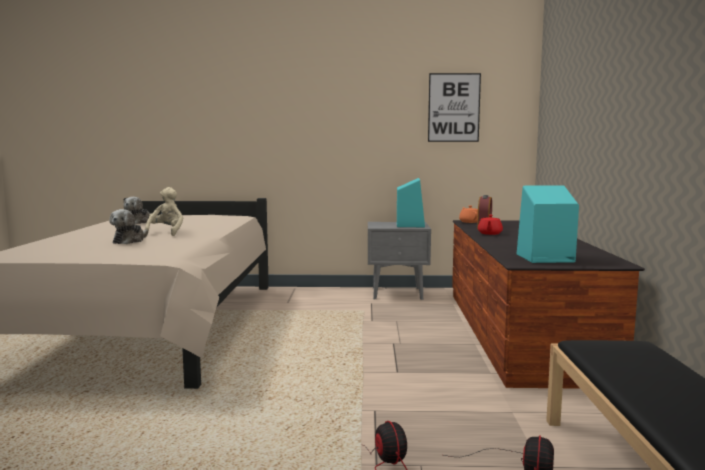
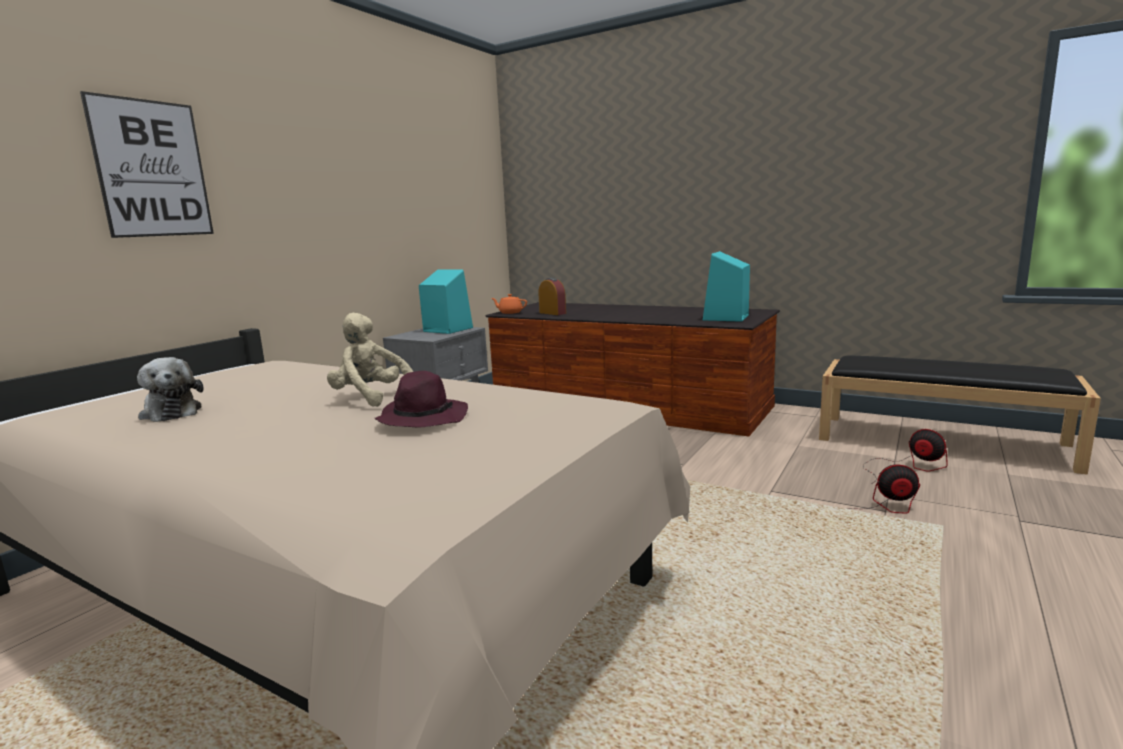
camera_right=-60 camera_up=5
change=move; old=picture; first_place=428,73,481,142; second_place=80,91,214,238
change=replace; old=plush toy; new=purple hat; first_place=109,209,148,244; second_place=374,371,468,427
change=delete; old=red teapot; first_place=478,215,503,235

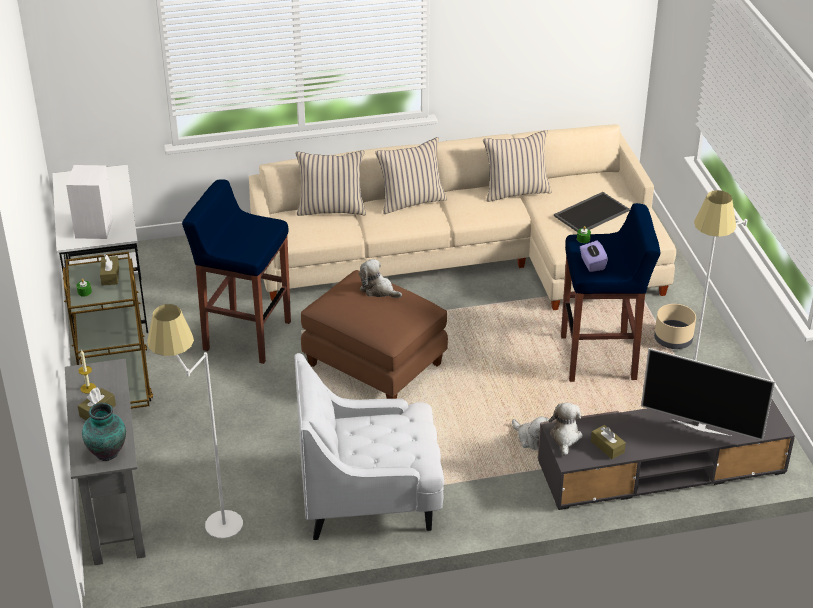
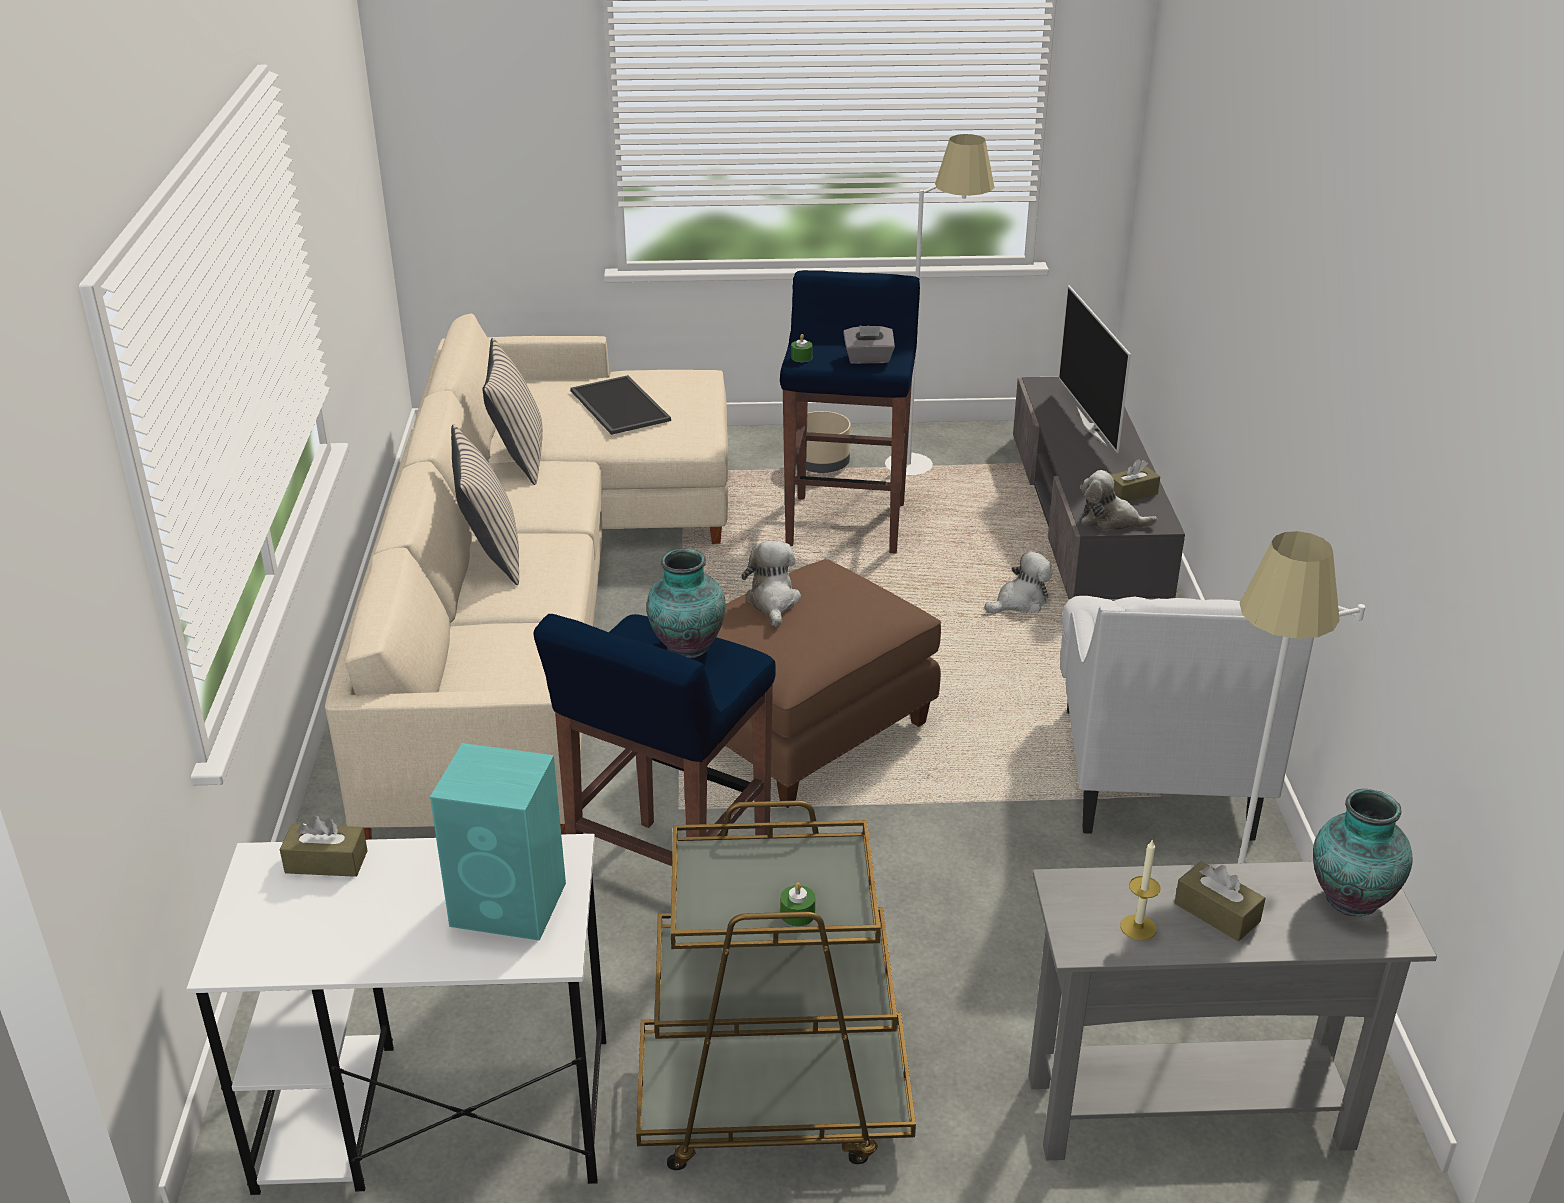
camera_right=-80 camera_up=-5
change=move; old=brown tissue box; first_place=100,254,119,285; second_place=280,816,368,877
change=recolor; old=white speaker; new=turquoise speaker; first_place=66,165,114,239; second_place=430,743,566,941
change=insert; new=vase; second_place=646,549,726,659
change=rotate; old=plush toy; first_place=359,259,402,298; second_place=742,540,801,627; degrees=135
change=recolor; old=purple tissue box; new=grey tissue box; first_place=580,240,608,272; second_place=843,326,895,364
change=rotate; old=television; first_place=641,348,775,440; second_place=1059,285,1131,453; degrees=135
change=delete; old=beige pillow; first_place=295,150,366,216

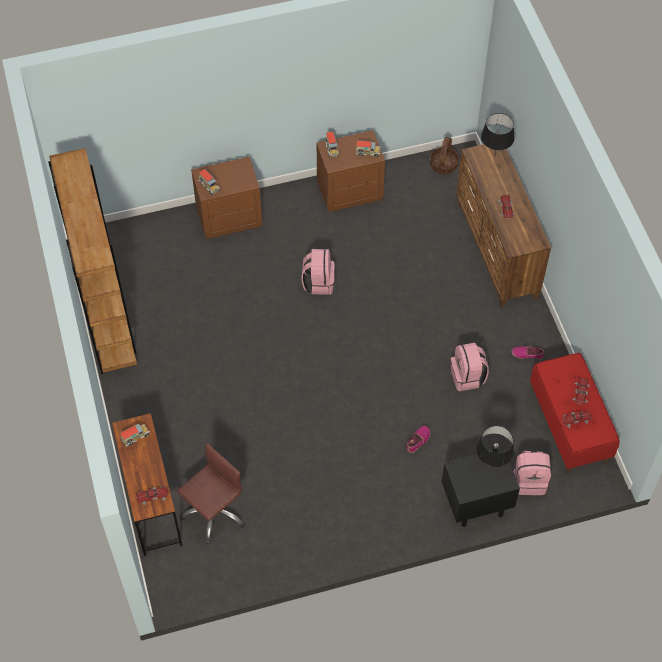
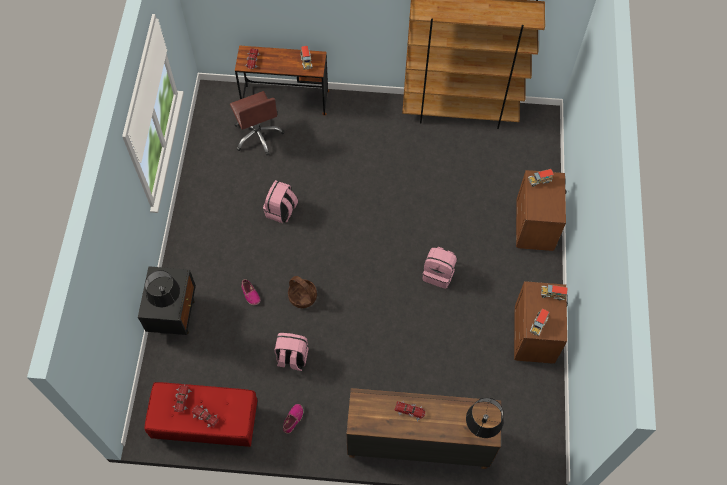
camera_right=110 camera_up=5
change=move; old=pink backpack; first_place=513,451,551,495; second_place=263,180,298,223
change=move; old=basket; first_place=430,137,459,174; second_place=288,276,317,308

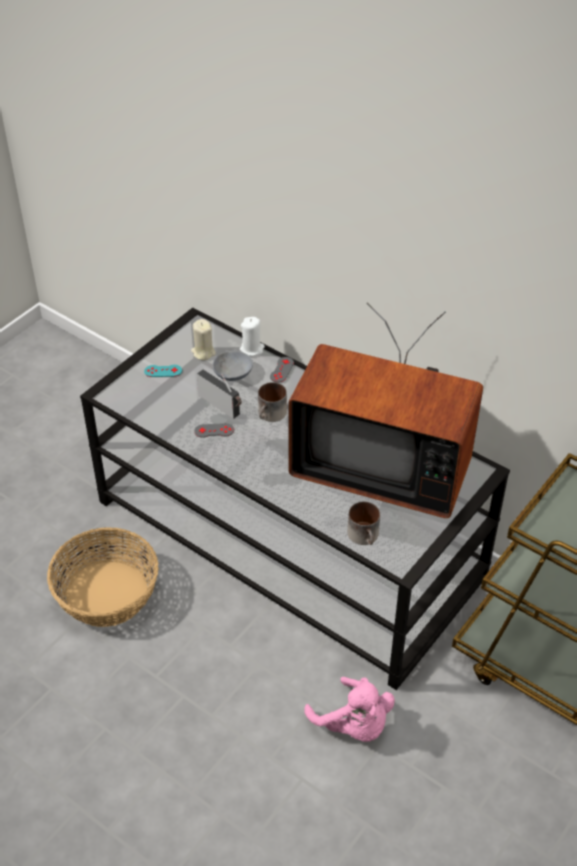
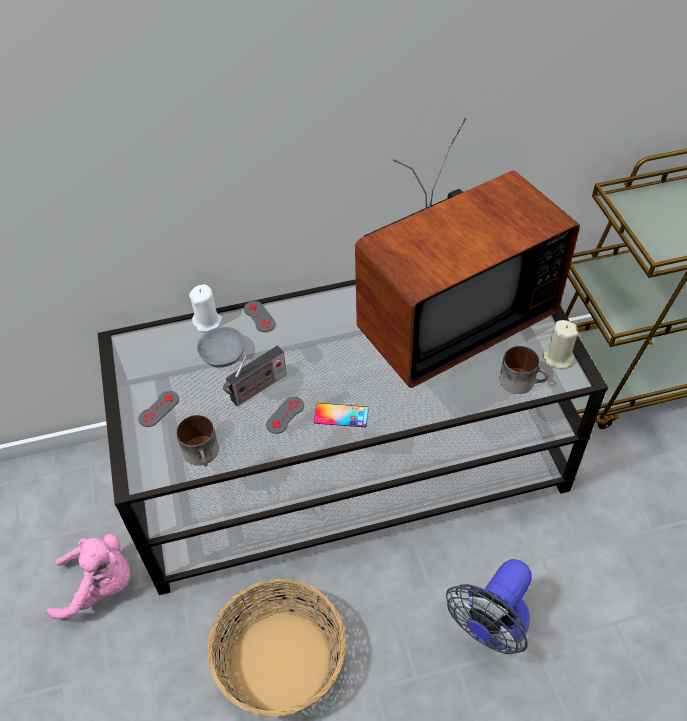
camera_right=-50 camera_up=5
change=move; old=pink plush toy; first_place=304,677,395,742; second_place=46,533,130,619
change=recolor; old=turquoise game controller; new=grey game controller; first_place=144,365,182,377; second_place=138,391,179,427
change=move; old=mug; first_place=258,382,287,422; second_place=176,415,219,467
change=rotate; old=radio; first_place=197,370,242,419; second_place=223,346,287,407; degrees=150
change=insert; new=phone; second_place=314,403,369,427
change=insert; new=fan; second_place=446,559,532,654
change=move; old=beige candle; first_place=191,319,216,360; second_place=542,320,578,369

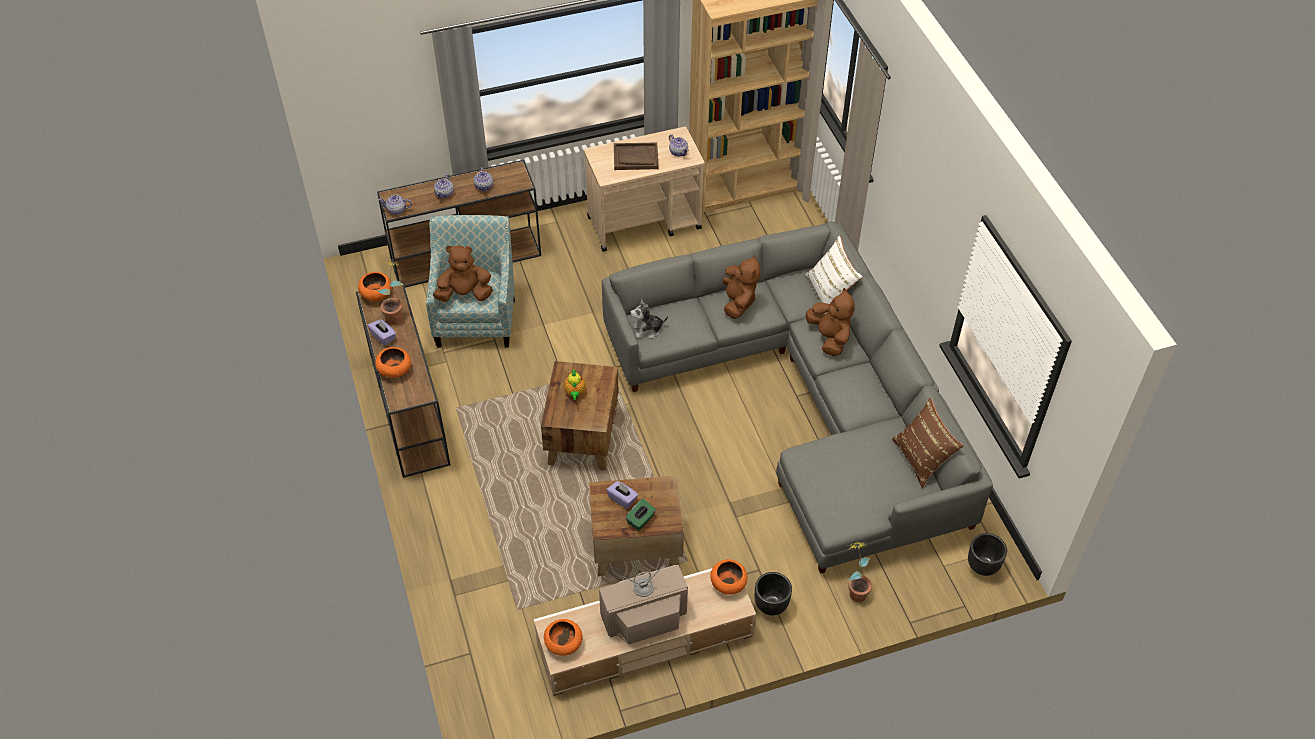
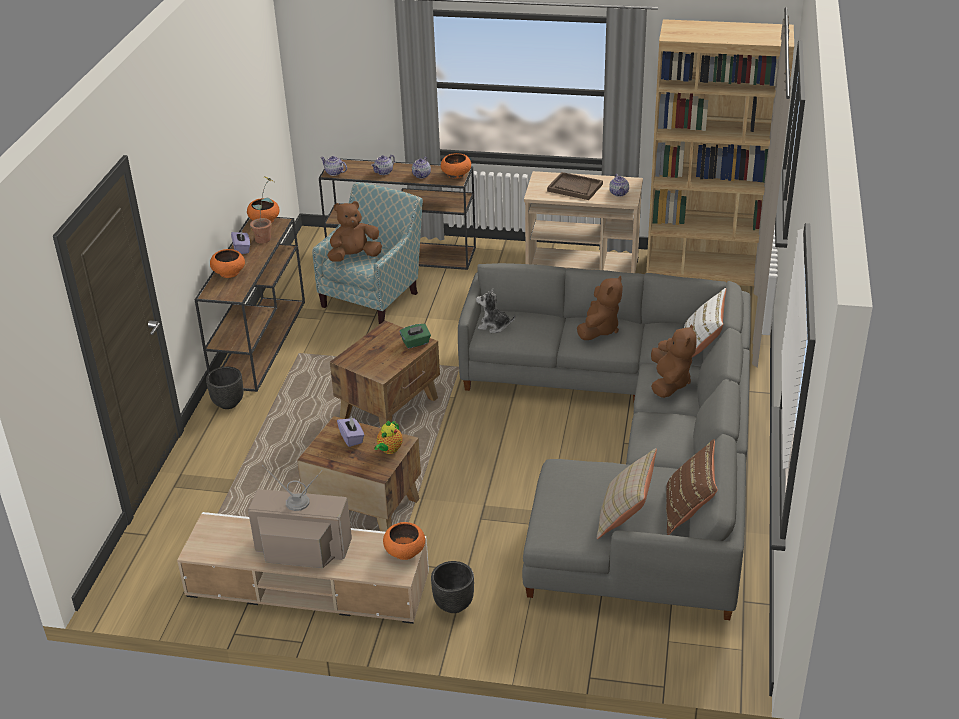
camera_right=30 camera_up=-15
change=move; old=black planter; first_place=968,533,1007,576; second_place=206,367,244,409
change=rotate; old=brown plush toy; first_place=433,245,493,302; second_place=327,201,382,262; degrees=-45
change=move; old=teapot; first_place=564,370,586,400; second_place=374,421,403,454
change=move; old=green tissue box; first_place=625,499,656,530; second_place=400,324,431,349
change=move; old=orange bowl; first_place=544,619,582,656; second_place=441,153,471,178
change=insert; new=beige pillow; second_place=597,448,657,539
change=delete; old=potted plant; first_place=848,542,872,602

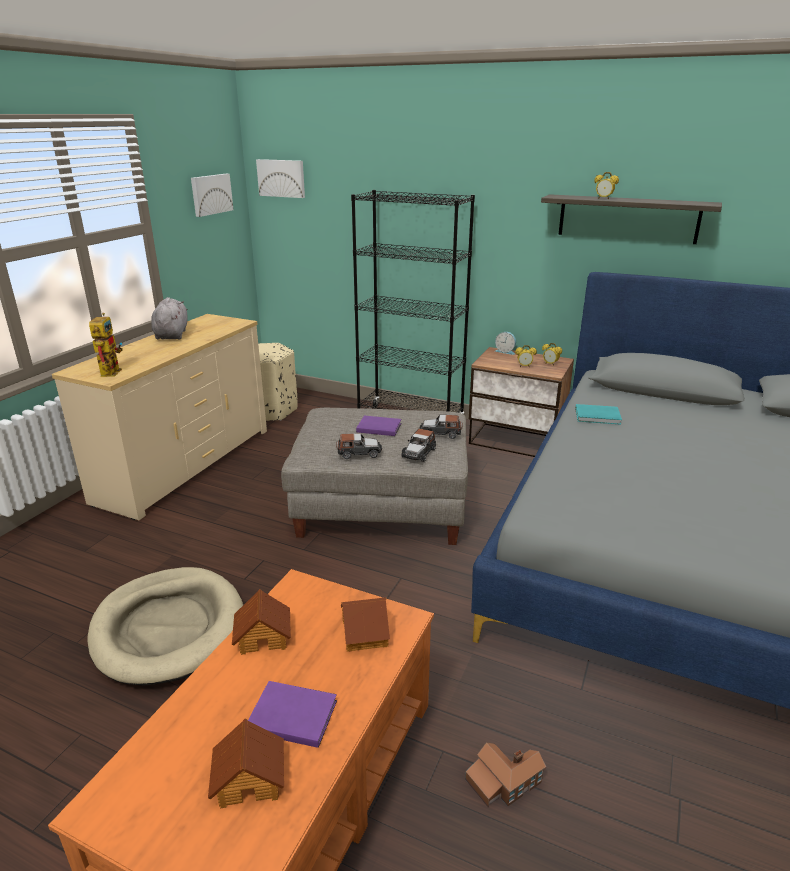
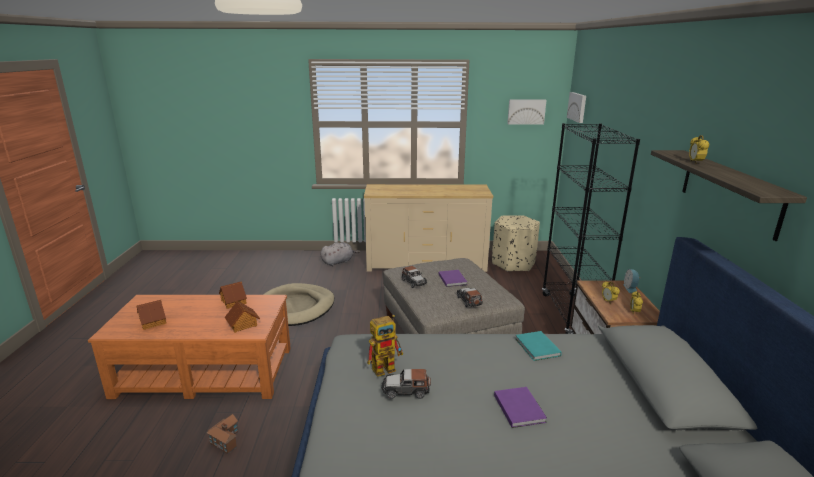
camera_right=65 camera_up=-5
change=move; old=grey plush toy; first_place=151,297,188,340; second_place=320,242,360,266
change=move; old=toy robot; first_place=89,313,123,377; second_place=367,315,403,377
change=move; old=toy car; first_place=401,429,436,462; second_place=382,369,431,399
change=move; old=purple book; first_place=248,681,337,748; second_place=494,387,547,428

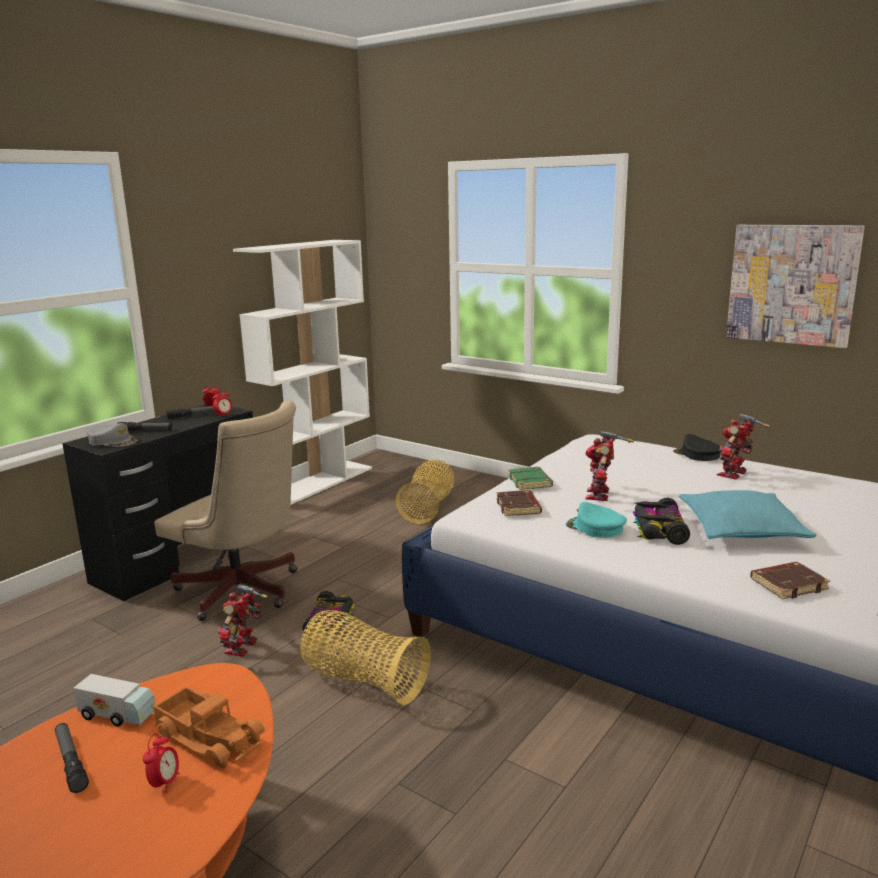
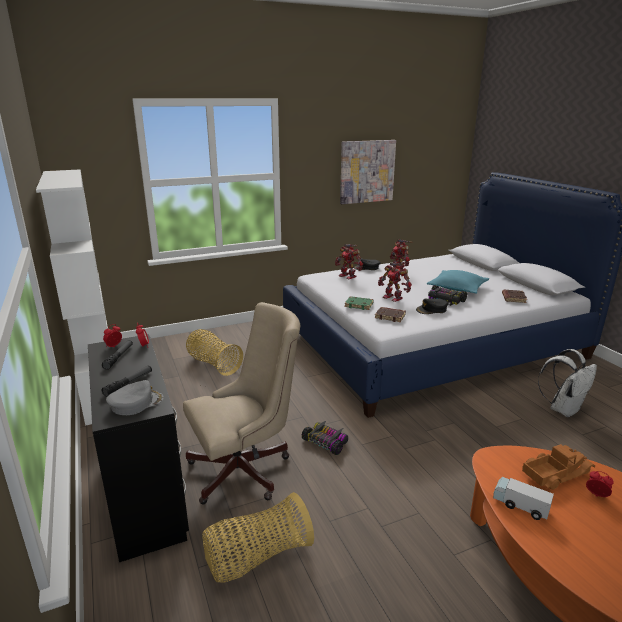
camera_right=-60 camera_up=5
change=move; old=basket; first_place=300,610,431,705; second_place=202,492,314,582
change=move; old=toy robot; first_place=217,584,268,657; second_place=335,244,363,279
change=recolor; old=turquoise cap; new=black cap; first_place=566,502,627,538; second_place=416,299,449,314
change=rotate; old=toy truck; first_place=73,674,155,727; second_place=493,477,554,520; degrees=-105
change=insert; new=white backpack; second_place=538,349,597,417
change=delete; old=flashlight; first_place=55,723,89,793

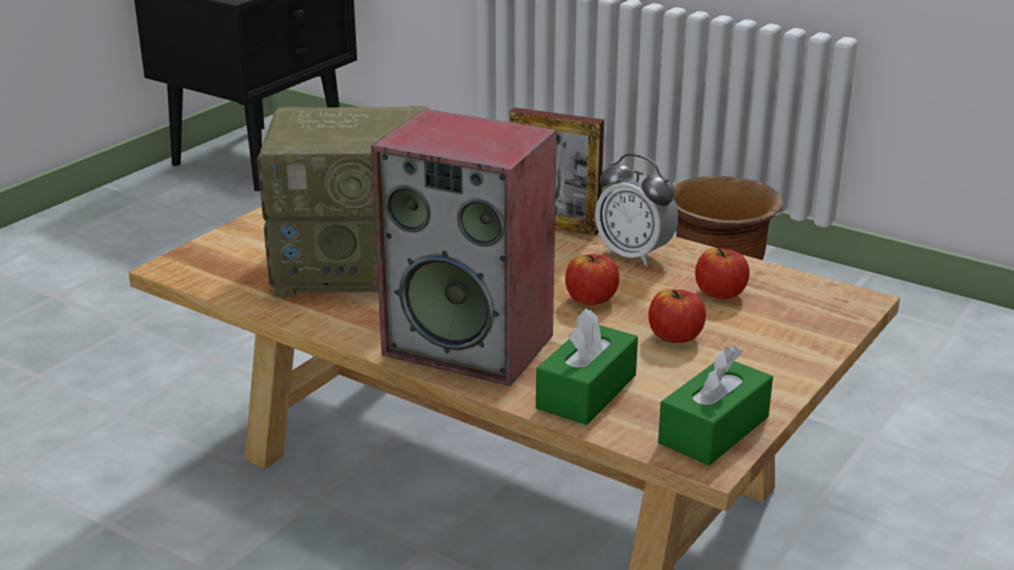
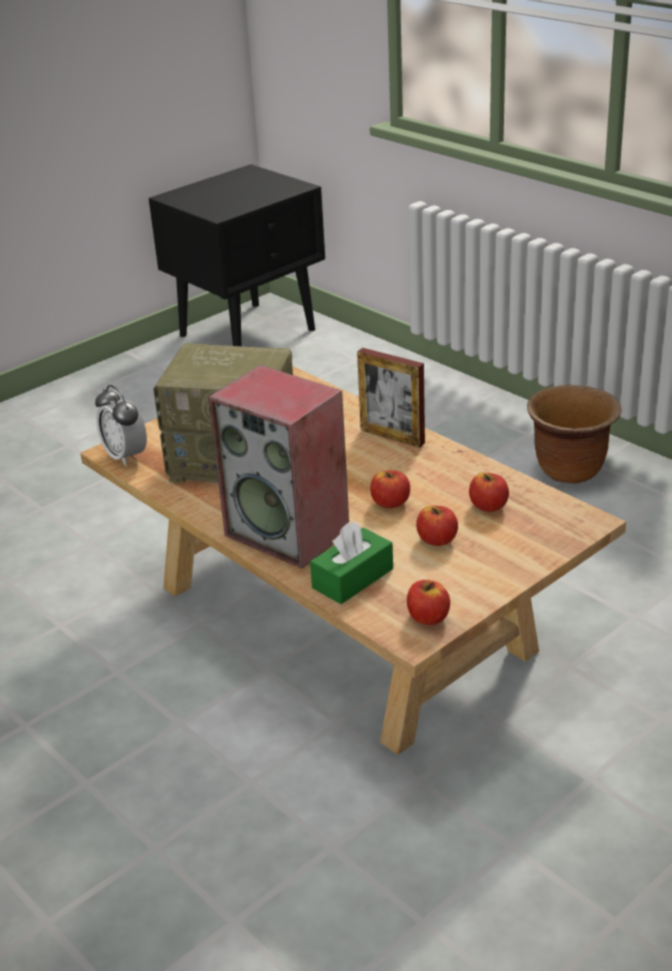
camera_right=15 camera_up=5
change=move; old=alarm clock; first_place=595,154,678,266; second_place=95,385,147,466
change=replace; old=green tissue box; new=apple; first_place=658,346,773,465; second_place=407,580,450,625

